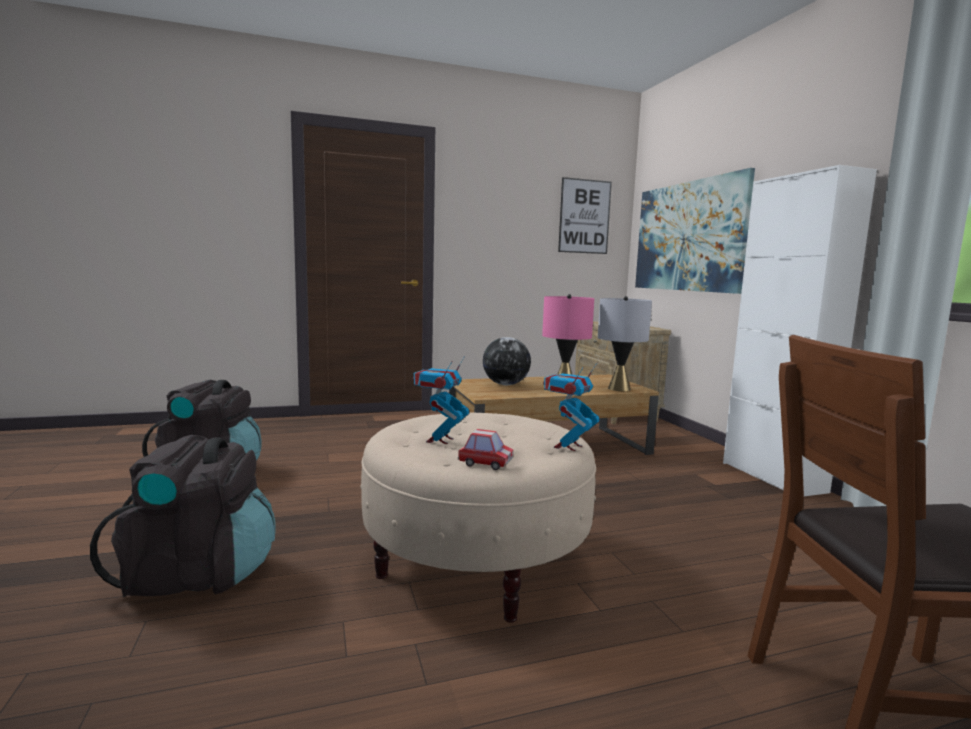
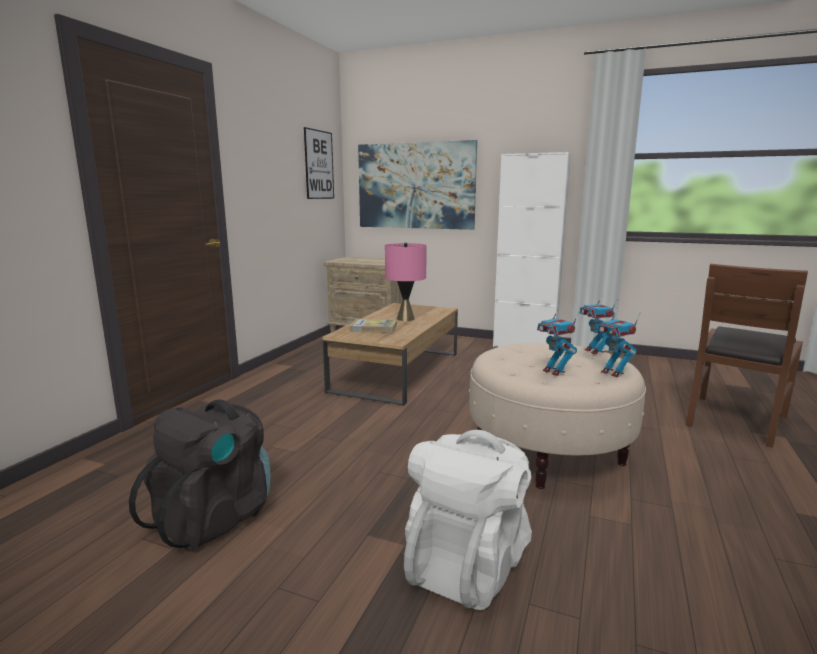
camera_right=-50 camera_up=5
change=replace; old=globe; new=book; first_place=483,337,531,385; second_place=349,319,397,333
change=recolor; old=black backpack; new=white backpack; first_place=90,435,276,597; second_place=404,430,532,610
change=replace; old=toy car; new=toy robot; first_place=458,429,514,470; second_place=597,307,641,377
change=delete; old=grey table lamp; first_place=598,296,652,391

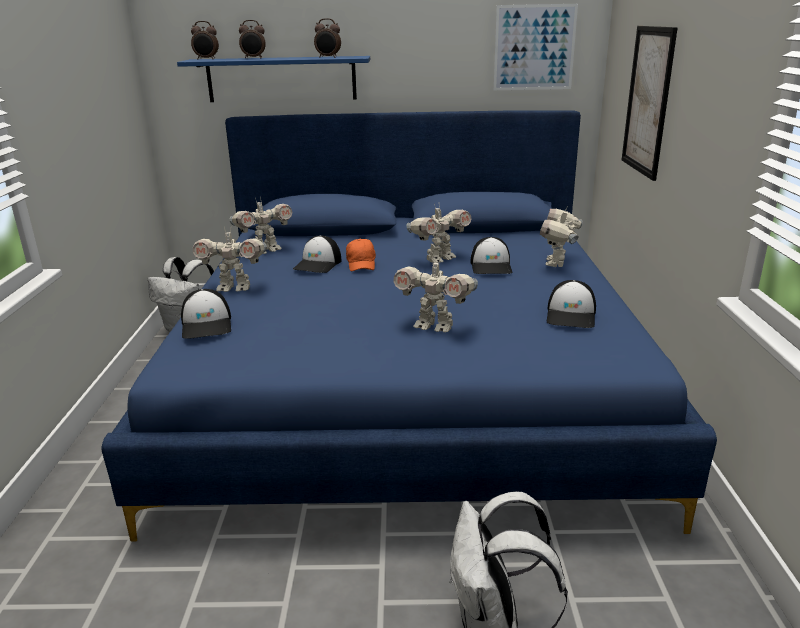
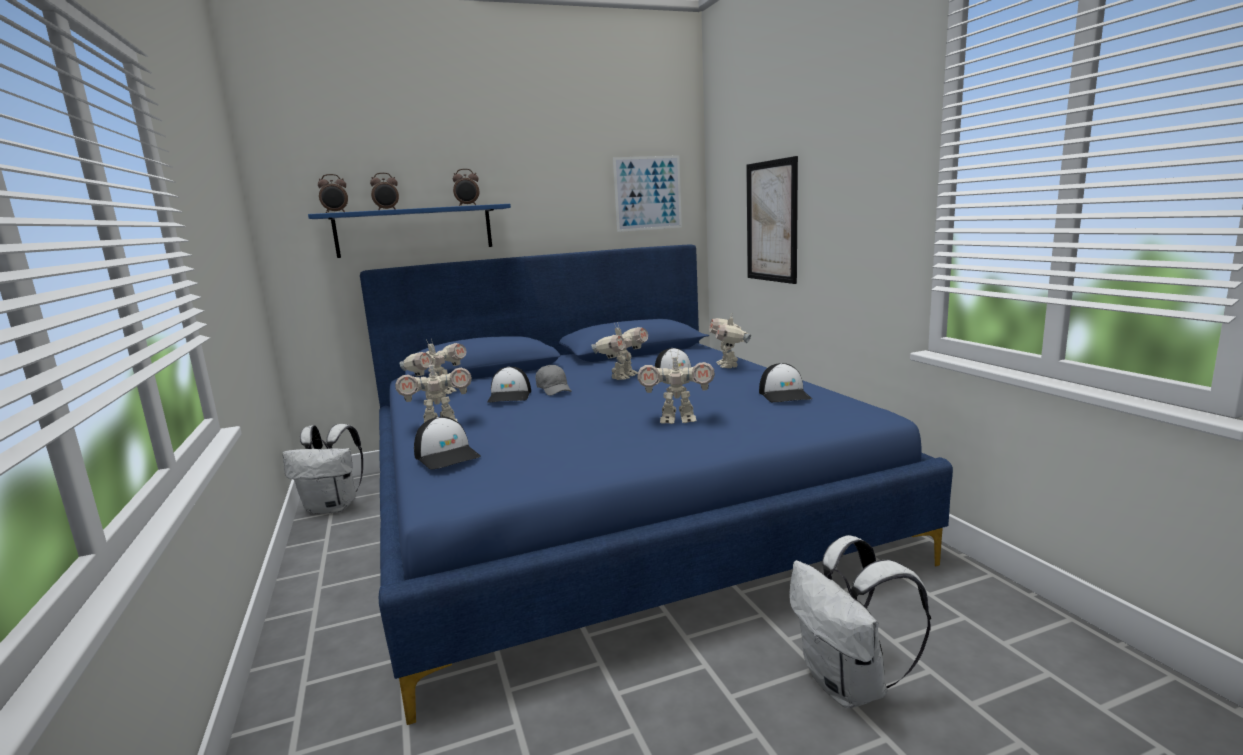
camera_right=-20 camera_up=-10
change=recolor; old=orange cap; new=grey cap; first_place=346,239,376,271; second_place=535,365,572,396

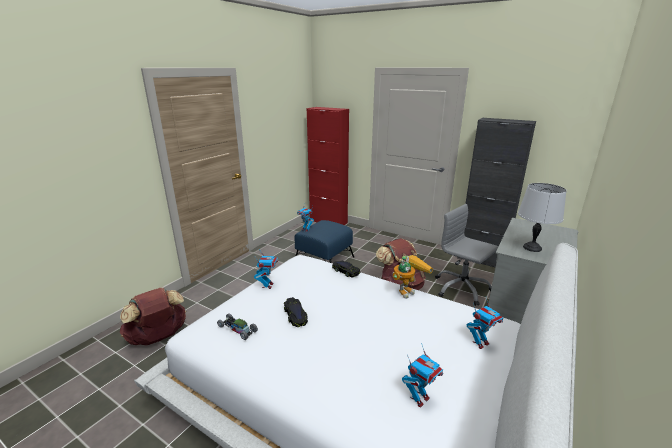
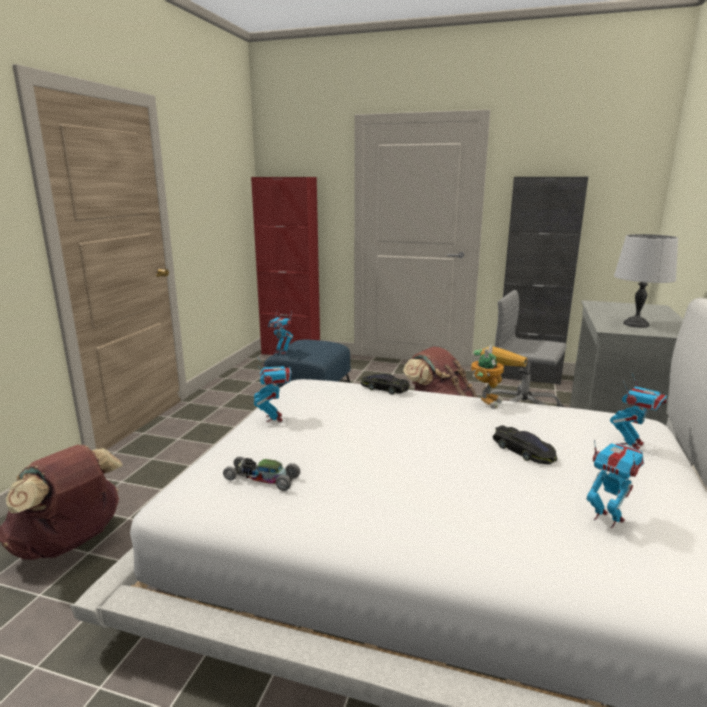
camera_right=-15 camera_up=-5
change=move; old=black toy car; first_place=284,297,308,327; second_place=493,425,557,464
change=rotate; old=toy robot; first_place=402,343,443,408; second_place=587,440,644,528; degrees=-75

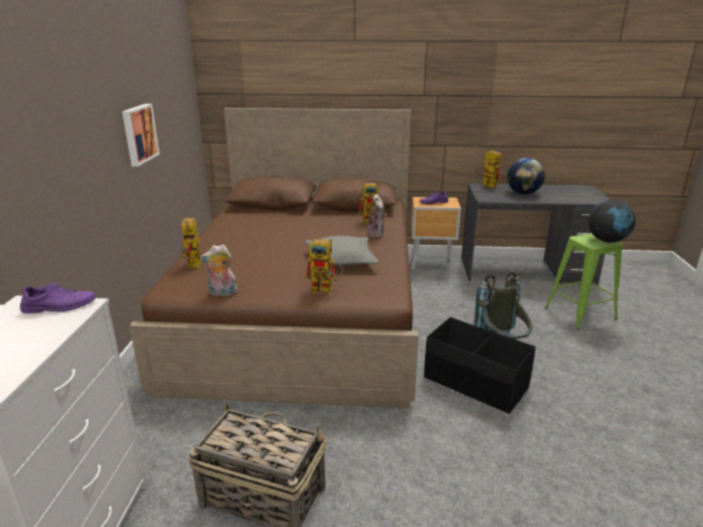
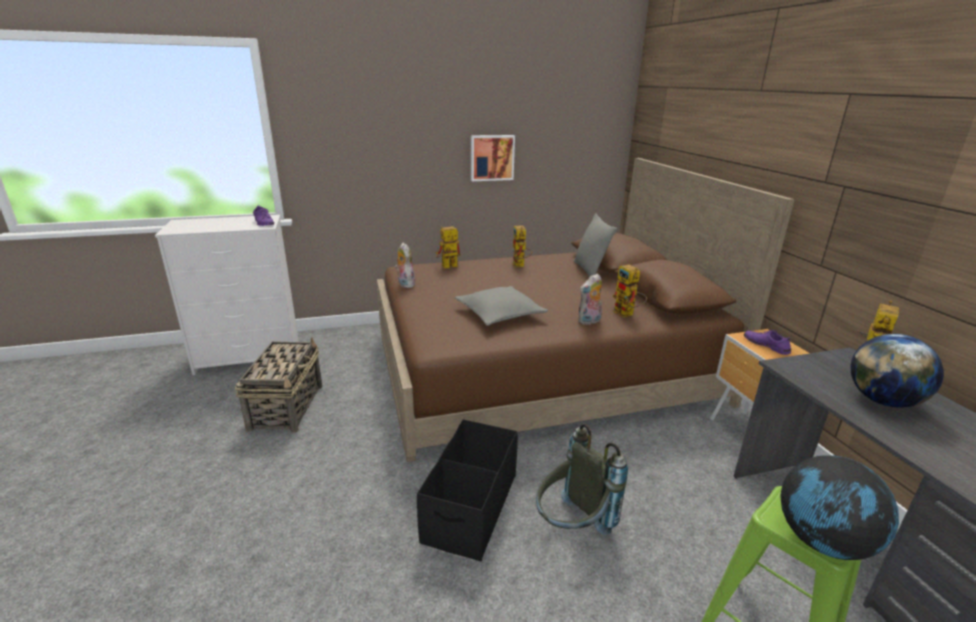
camera_right=70 camera_up=0
change=move; old=toy robot; first_place=304,239,343,294; second_place=512,225,532,267
change=insert; new=grey pillow; second_place=573,213,617,277

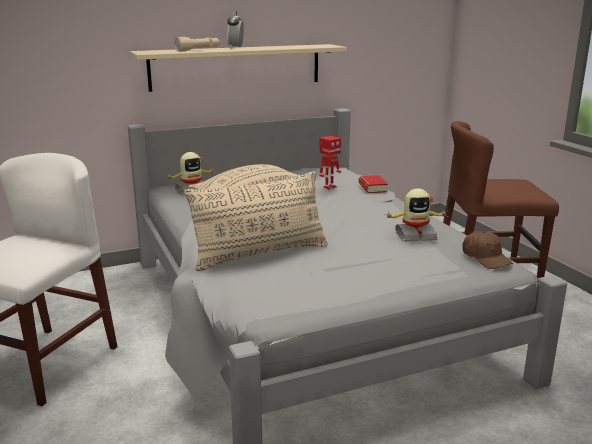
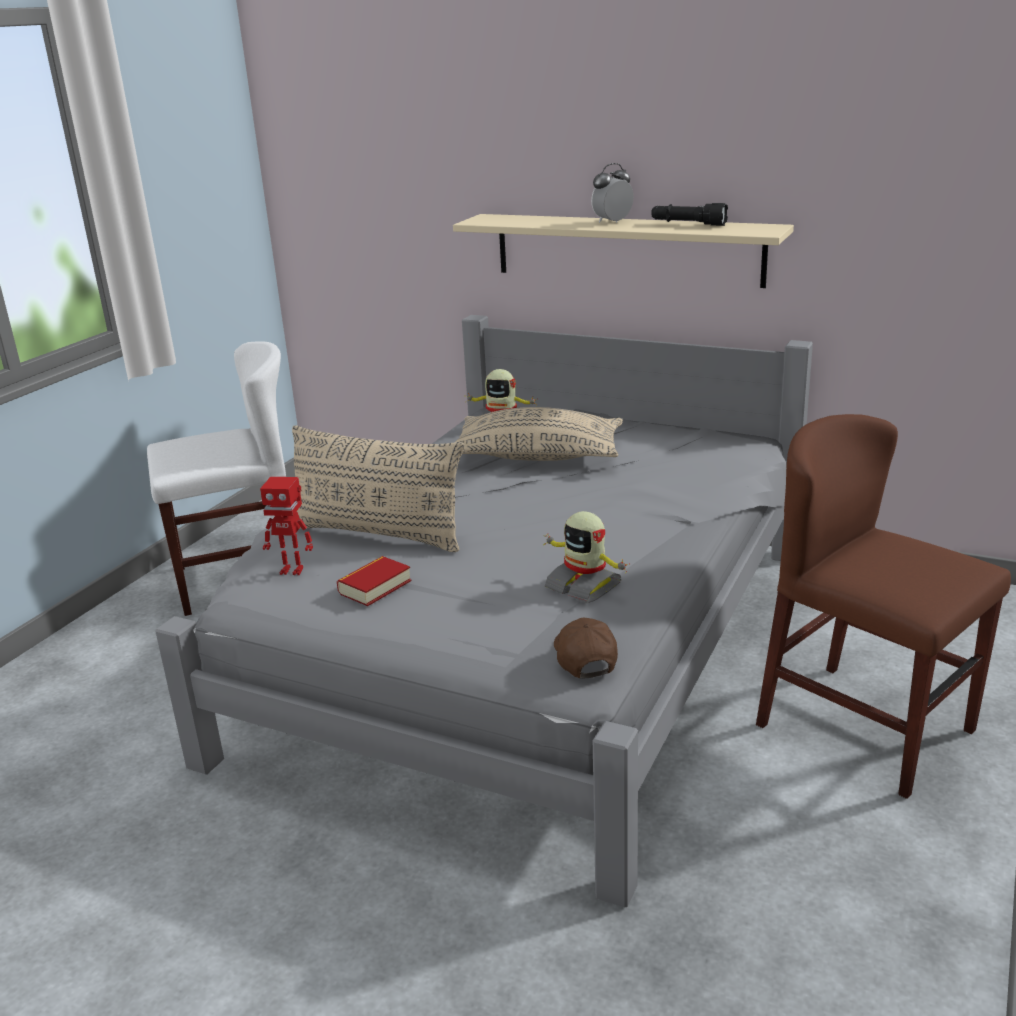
camera_right=50 camera_up=5
change=move; old=toy robot; first_place=319,136,342,189; second_place=260,477,313,575
change=move; old=book; first_place=359,175,388,193; second_place=337,556,411,606
change=rotate; old=brown cap; first_place=462,231,513,269; second_place=554,618,618,678; degrees=150
change=insert; new=black flashlight; second_place=651,203,728,226
change=delete; old=beige flashlight; first_place=174,37,220,52

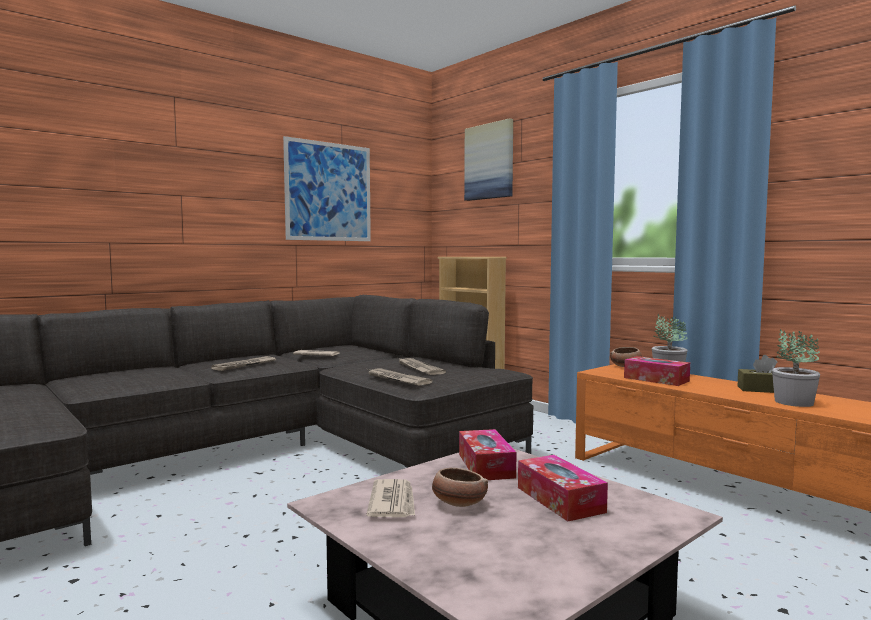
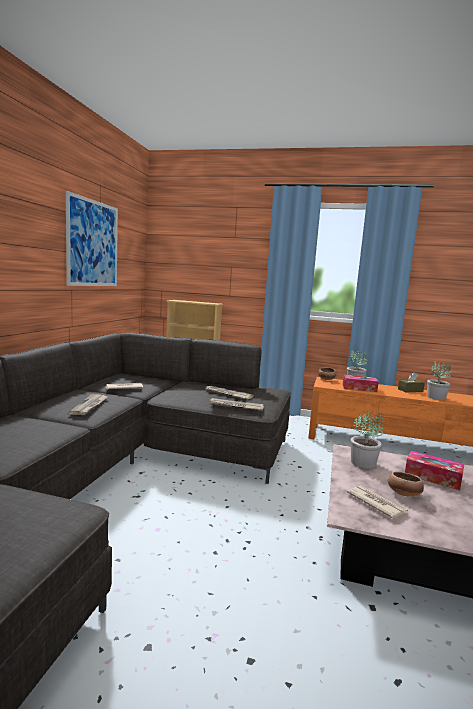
camera_right=-35 camera_up=5
change=replace; old=tissue box; new=potted plant; first_place=459,429,516,480; second_place=351,411,383,468
change=delete; old=picture; first_place=464,118,513,201

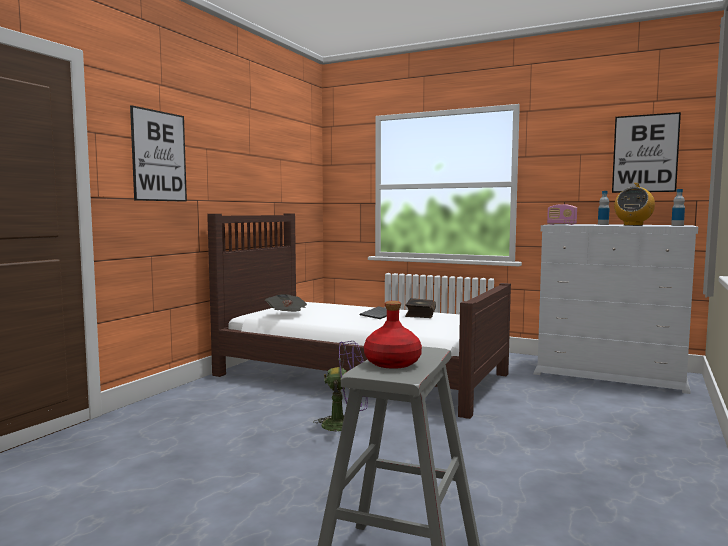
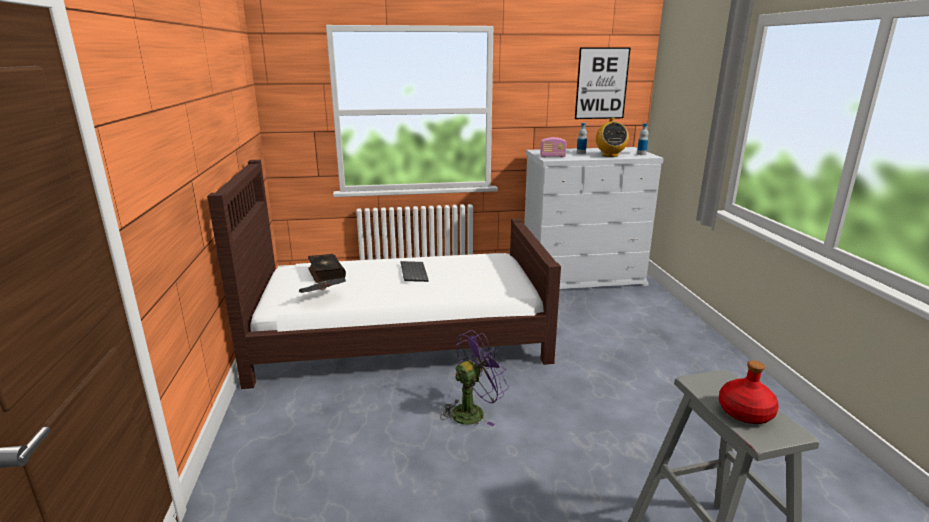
camera_right=-35 camera_up=15
change=move; old=book; first_place=405,298,436,318; second_place=308,254,346,283
change=delete; old=picture; first_place=130,105,187,202

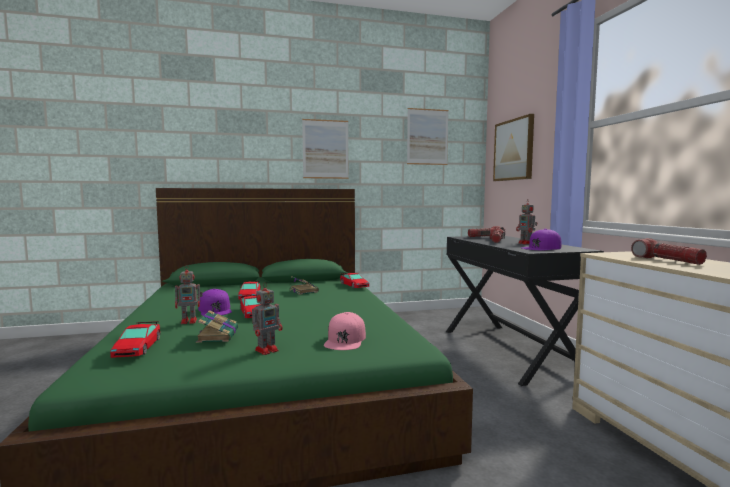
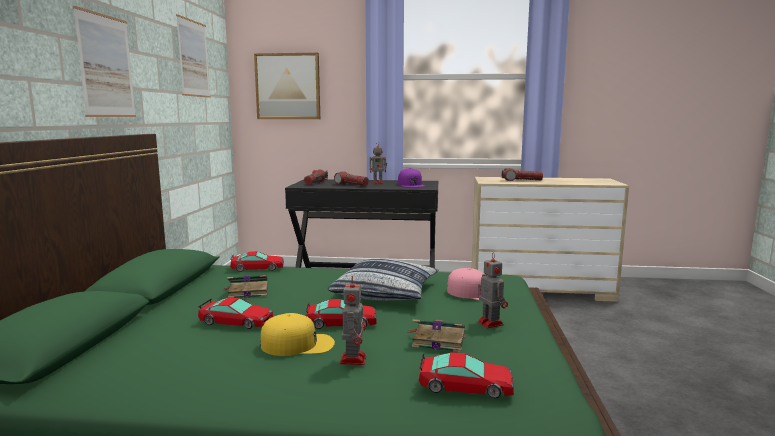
camera_right=-70 camera_up=5
change=recolor; old=purple cap; new=yellow cap; first_place=198,289,232,316; second_place=260,313,335,356
change=insert; new=pillow; second_place=328,259,438,301

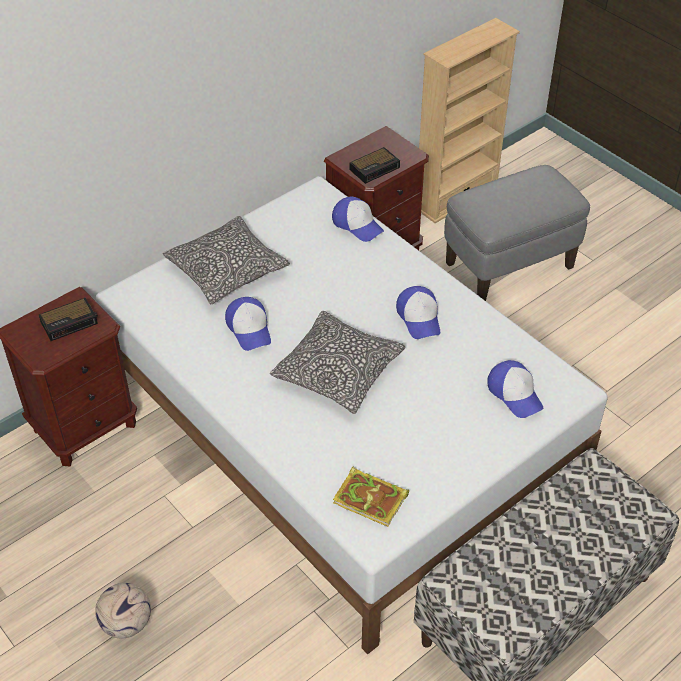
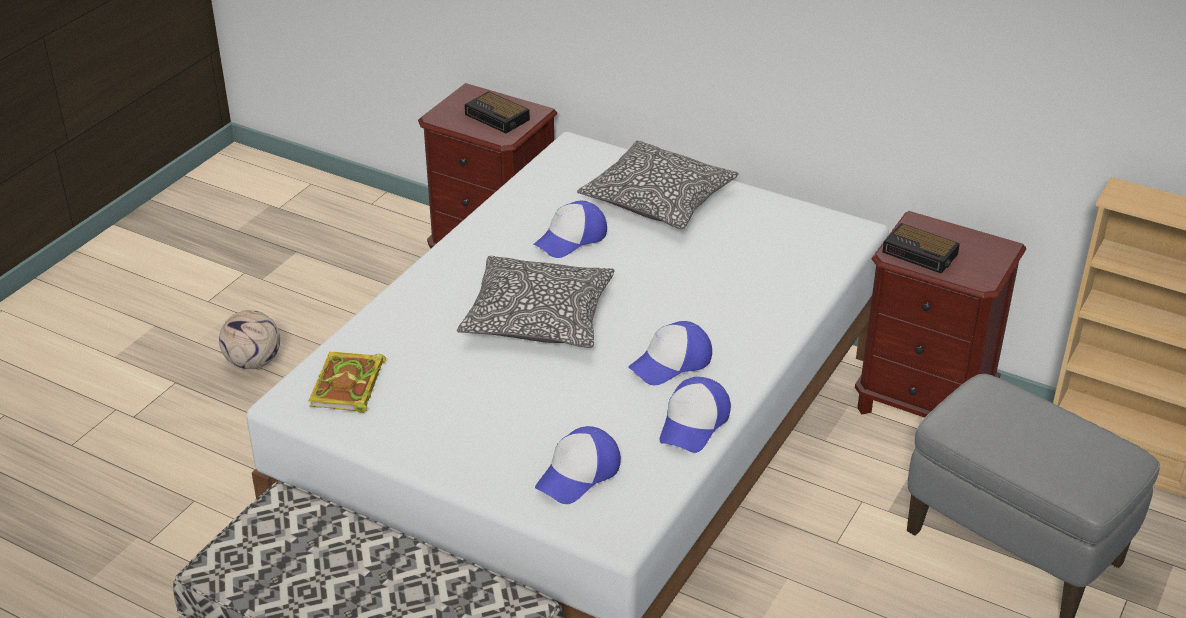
camera_right=70 camera_up=-10
change=move; old=cap; first_place=332,197,384,242; second_place=660,377,731,453

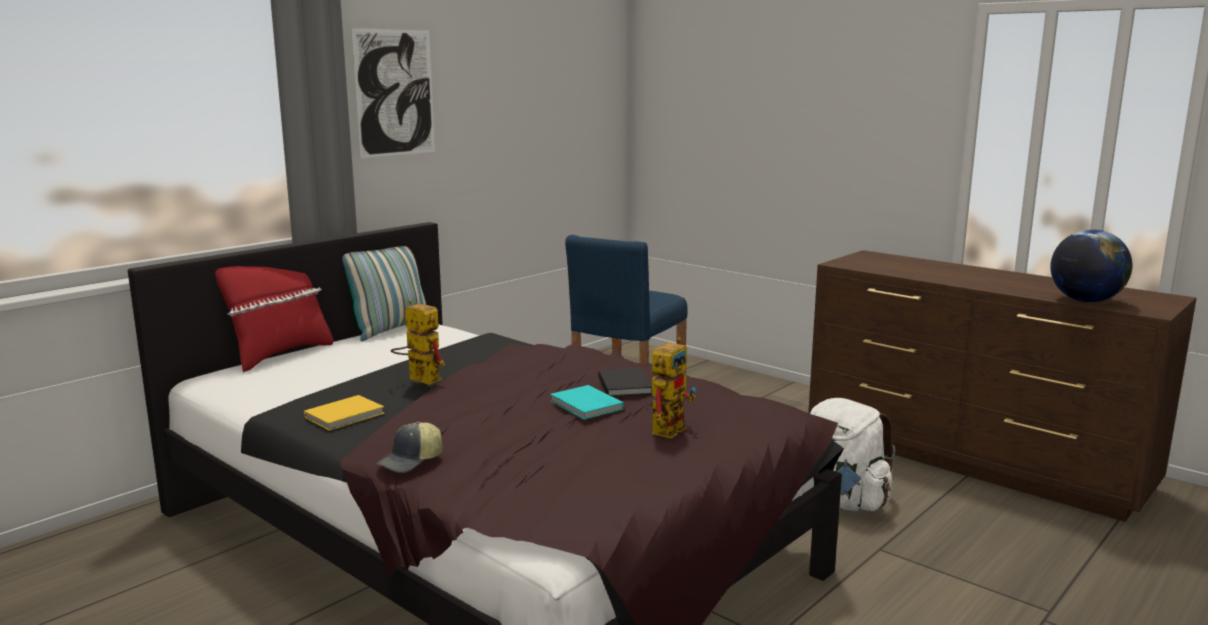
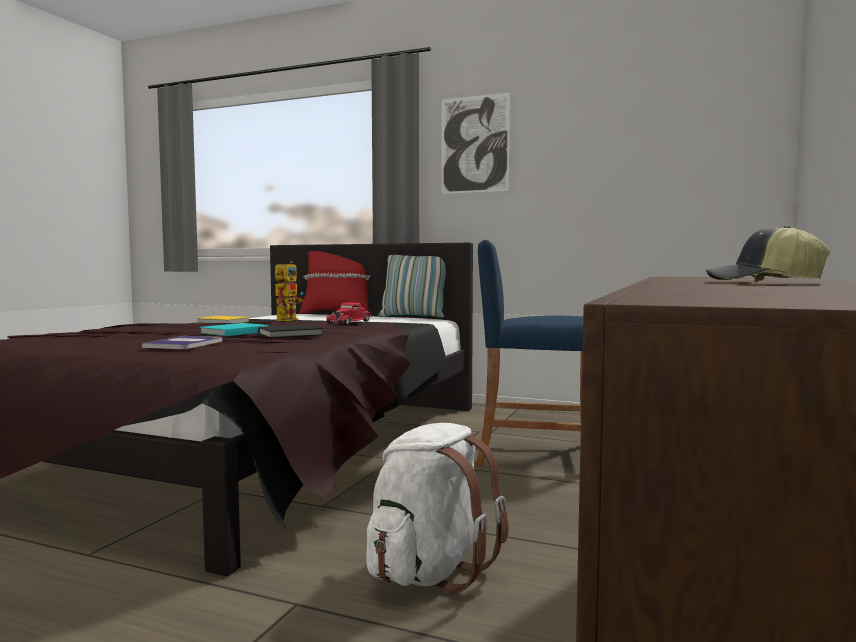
camera_right=70 camera_up=-10
change=replace; old=toy robot; new=book; first_place=652,337,696,439; second_place=142,336,222,349
change=insert; new=red toy car; second_place=326,303,372,325
change=move; old=cap; first_place=375,422,443,473; second_place=706,226,831,282
change=delete; old=globe; first_place=1050,229,1132,302

